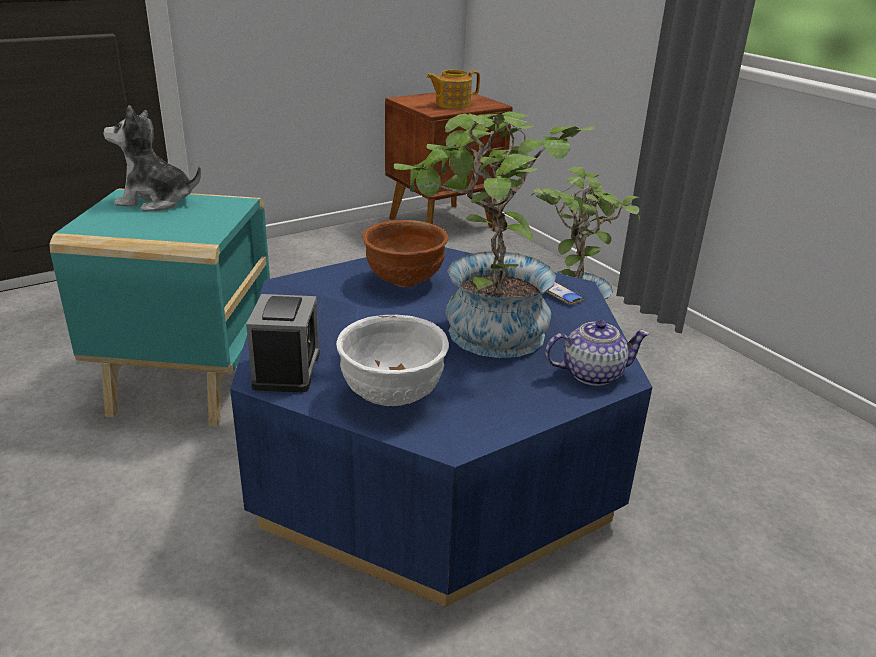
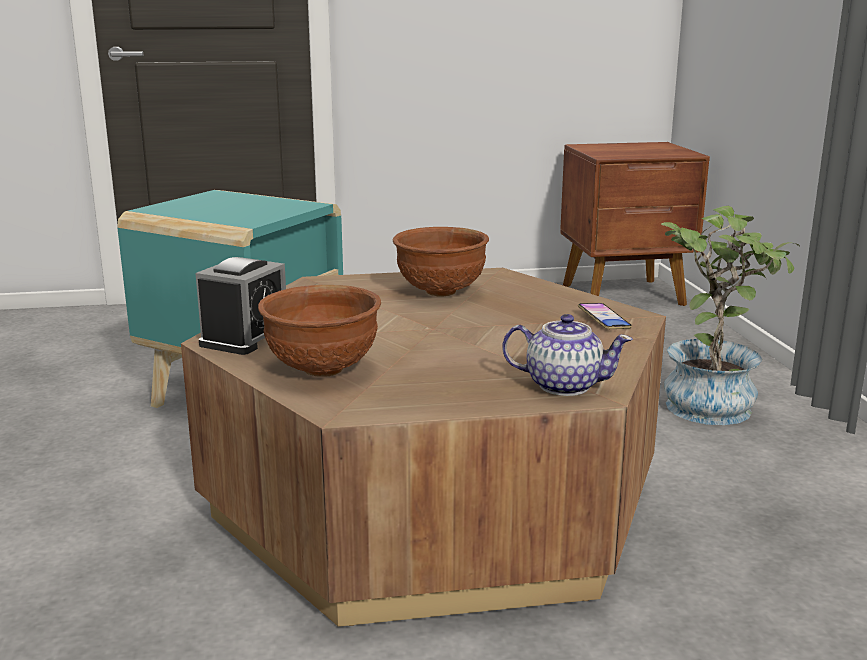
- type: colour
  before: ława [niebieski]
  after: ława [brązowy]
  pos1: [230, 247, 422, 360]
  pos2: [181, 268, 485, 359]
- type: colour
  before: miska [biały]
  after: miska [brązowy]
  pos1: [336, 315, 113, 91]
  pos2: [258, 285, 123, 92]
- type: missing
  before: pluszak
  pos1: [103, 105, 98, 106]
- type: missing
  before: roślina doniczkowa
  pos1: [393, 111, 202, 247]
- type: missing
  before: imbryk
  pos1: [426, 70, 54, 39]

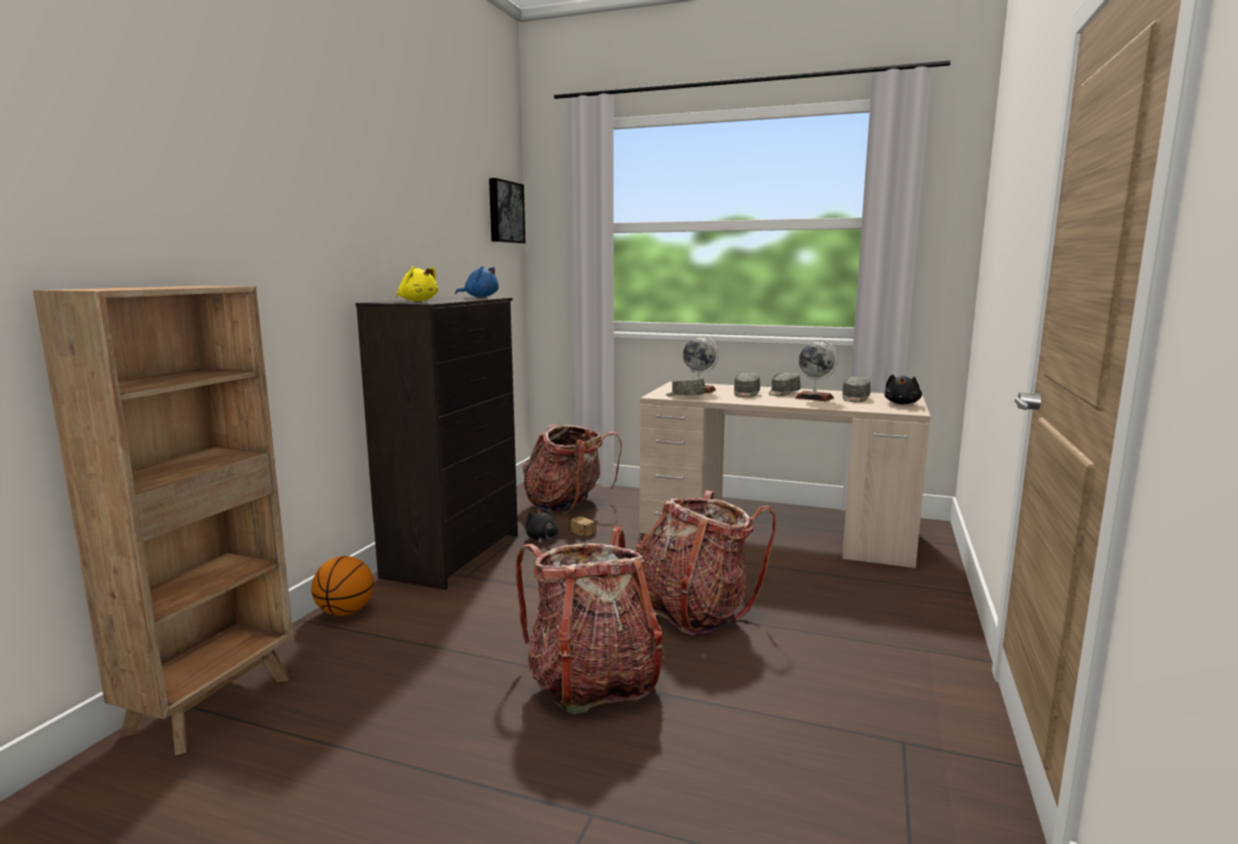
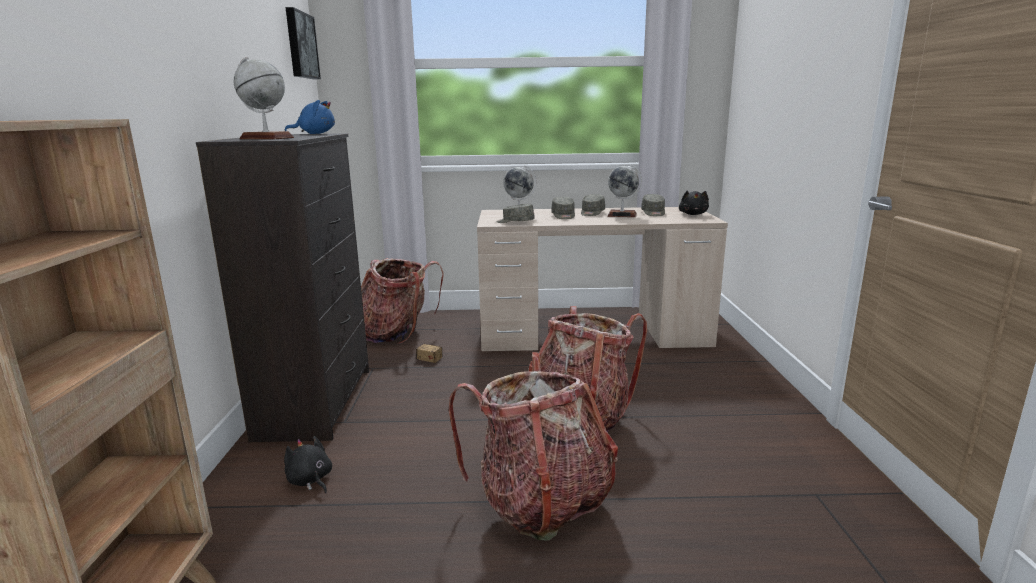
- type: exchanged
  before: pluszak [żółty]
  after: globus
  pos1: [396, 266, 42, 35]
  pos2: [234, 57, 60, 82]
- type: relocated
  before: pluszak [czarny]
  pos1: [526, 508, 33, 37]
  pos2: [284, 436, 48, 57]
- type: missing
  before: piłka do koszykówki
  pos1: [311, 556, 63, 60]

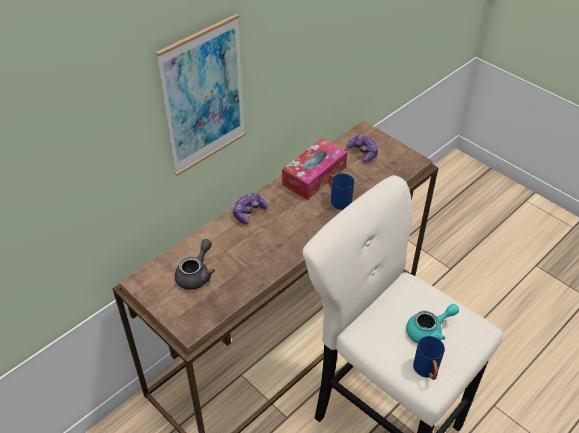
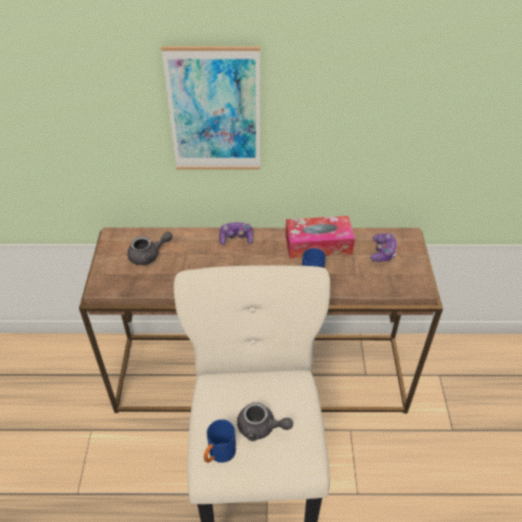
- type: colour
  before: imbryk [turkusowy]
  after: imbryk [szary]
  pos1: [406, 304, 53, 40]
  pos2: [237, 402, 56, 39]

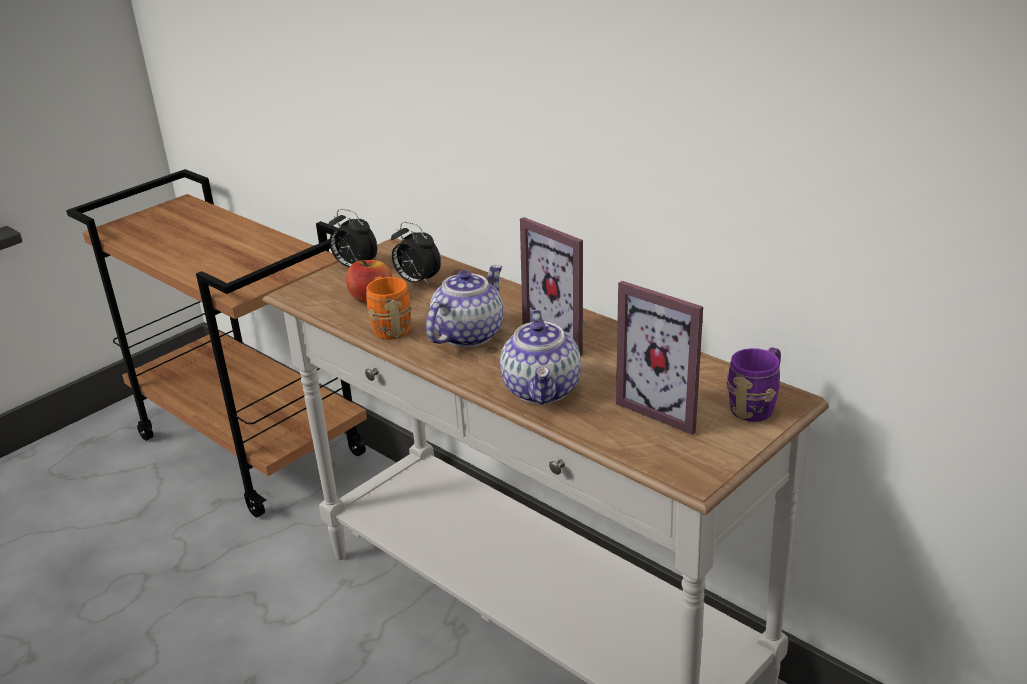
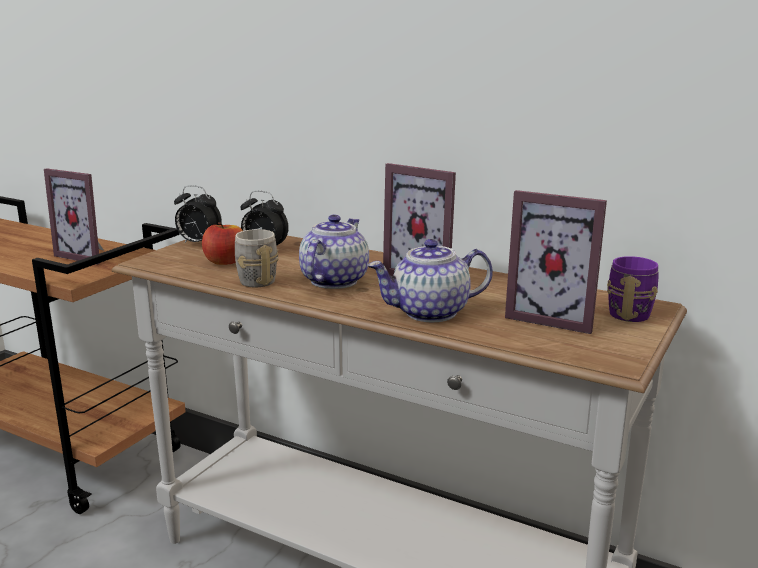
- type: appeared
  after: ramka na zdjęcie
  pos2: [44, 168, 60, 97]
- type: colour
  before: kubek [pomarańczowy]
  after: kubek [szary]
  pos1: [366, 276, 46, 63]
  pos2: [235, 229, 43, 59]
- type: spun
  before: imbryk
  pos1: [500, 310, 81, 95]
  pos2: [368, 239, 125, 83]
  turn: 90

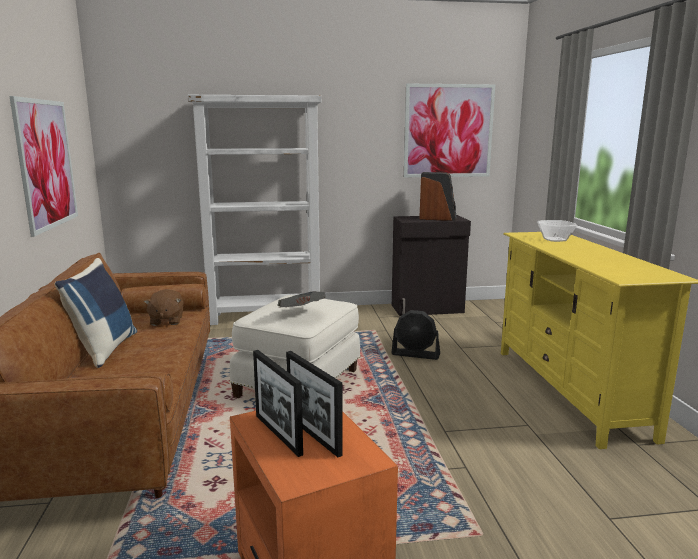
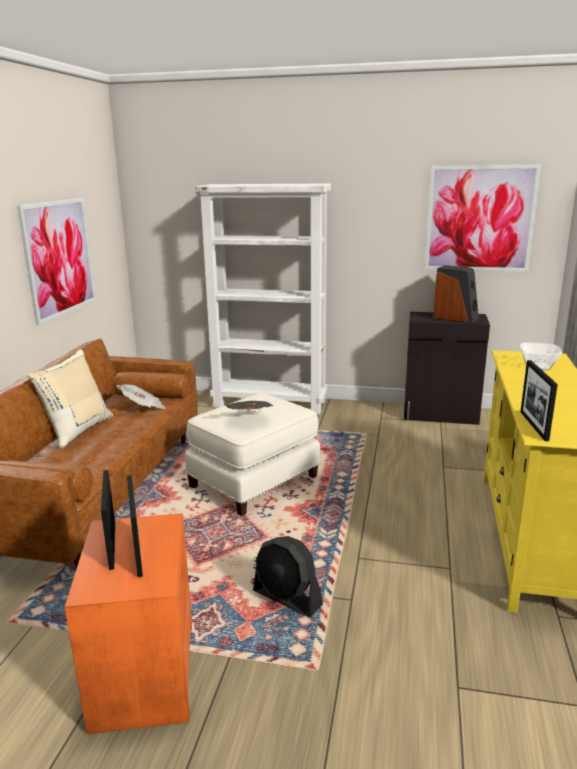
- type: colour
  before: poduszka [niebieski]
  after: poduszka [beżowy]
  pos1: [55, 258, 82, 110]
  pos2: [28, 349, 85, 100]
- type: exchanged
  before: pluszak [brązowy]
  after: gazeta
  pos1: [144, 289, 39, 37]
  pos2: [117, 384, 49, 25]
- type: relocated
  before: wentylator [czarny]
  pos1: [391, 310, 49, 50]
  pos2: [253, 536, 70, 82]
- type: appeared
  after: ramka na zdjęcie
  pos2: [520, 360, 38, 81]

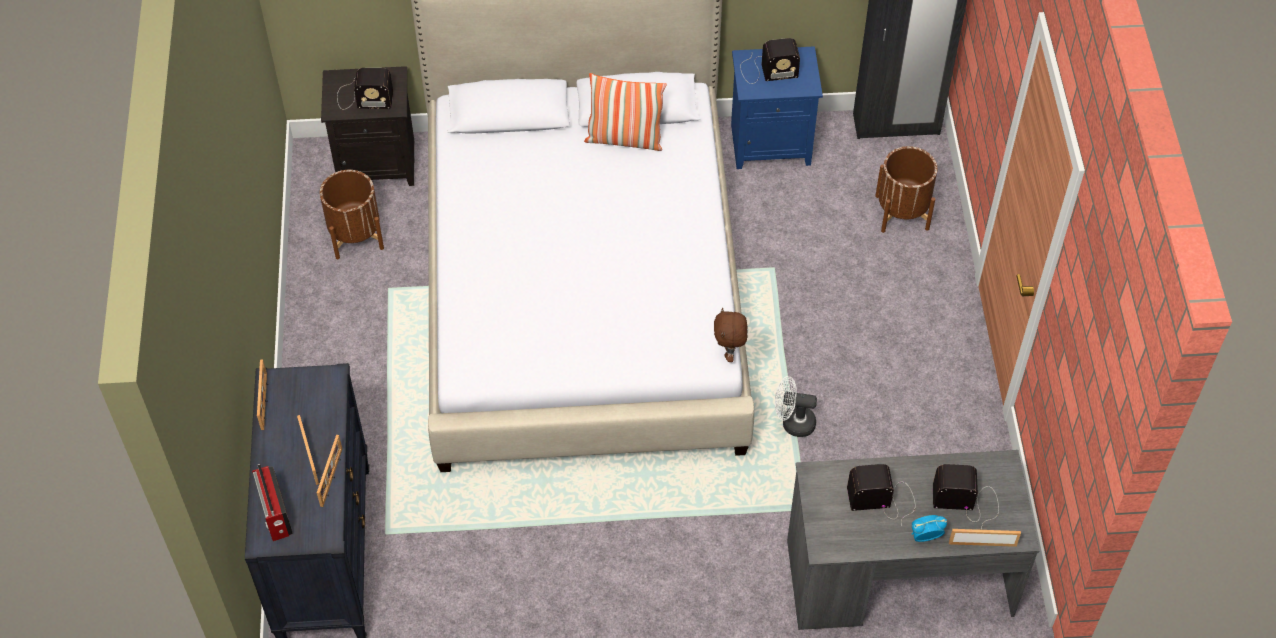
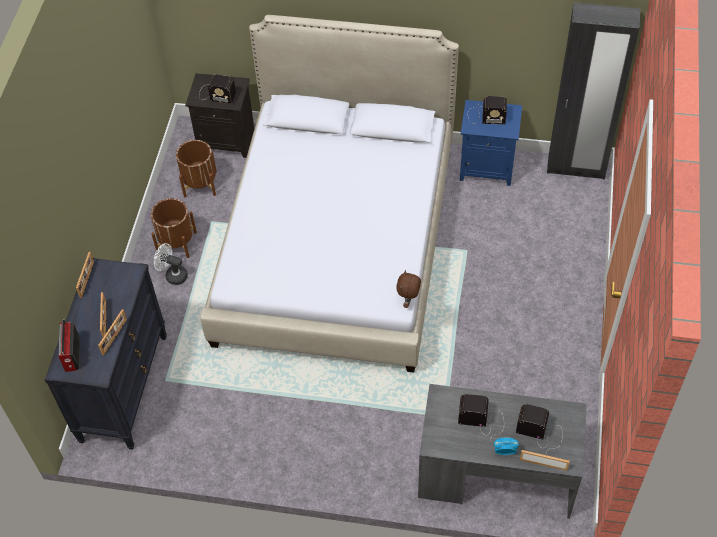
- type: relocated
  before: donica [brązowy]
  pos1: [875, 146, 62, 87]
  pos2: [151, 198, 46, 60]
- type: relocated
  before: wentylator [biały]
  pos1: [775, 376, 42, 61]
  pos2: [154, 243, 34, 42]
- type: missing
  before: poduszka
  pos1: [584, 73, 83, 78]

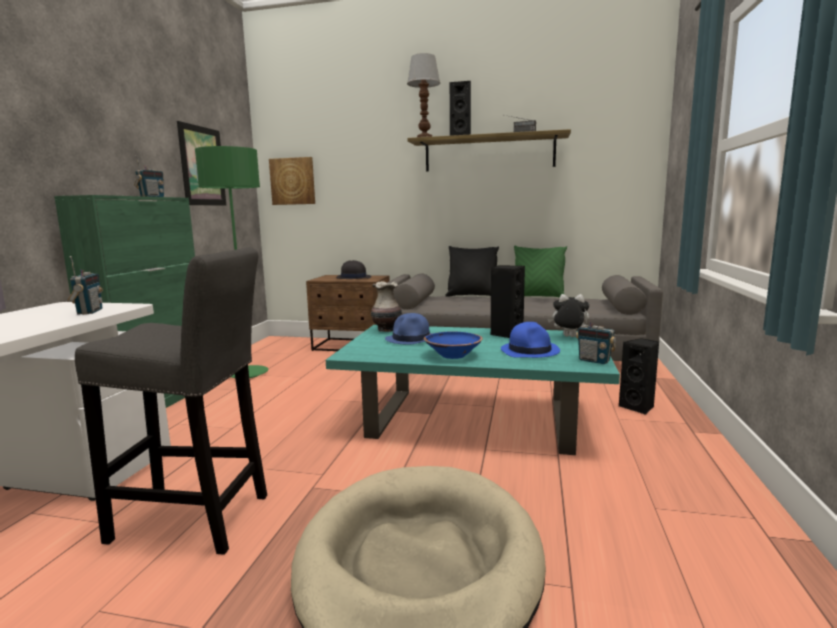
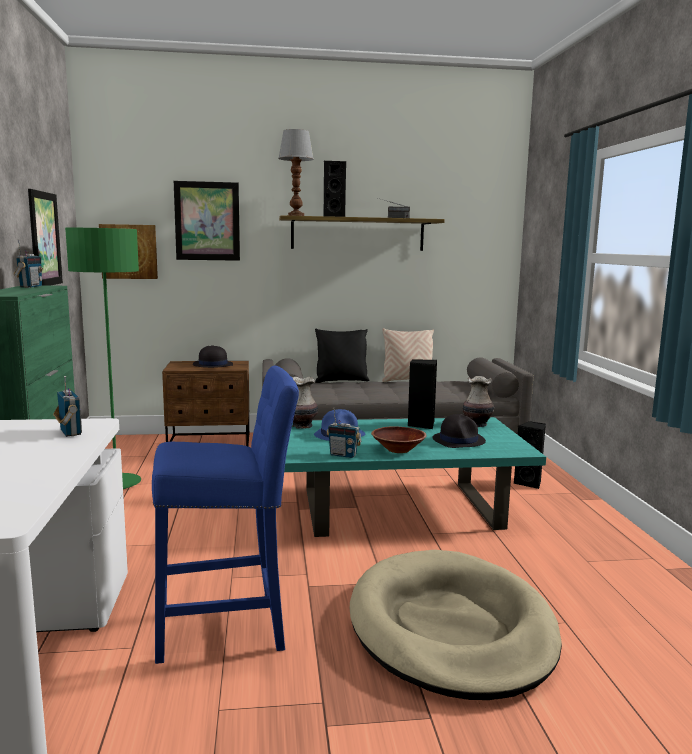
- type: colour
  before: stołek [szary]
  after: stołek [niebieski]
  pos1: [75, 247, 192, 308]
  pos2: [152, 365, 147, 299]
- type: appeared
  after: obraz
  pos2: [174, 181, 66, 80]
- type: relocated
  before: radio
  pos1: [576, 308, 40, 56]
  pos2: [326, 408, 35, 50]
- type: colour
  before: miska [niebieski]
  after: miska [brązowy]
  pos1: [424, 331, 59, 28]
  pos2: [371, 427, 56, 26]
- type: colour
  before: poduszka [zielony]
  after: poduszka [beżowy]
  pos1: [514, 246, 53, 51]
  pos2: [382, 328, 52, 54]
- type: colour
  before: kapelusz [niebieski]
  after: kapelusz [czarny]
  pos1: [501, 322, 59, 36]
  pos2: [432, 414, 54, 34]
- type: exchanged
  before: pluszak
  after: wazon
  pos1: [548, 294, 41, 43]
  pos2: [463, 376, 31, 51]

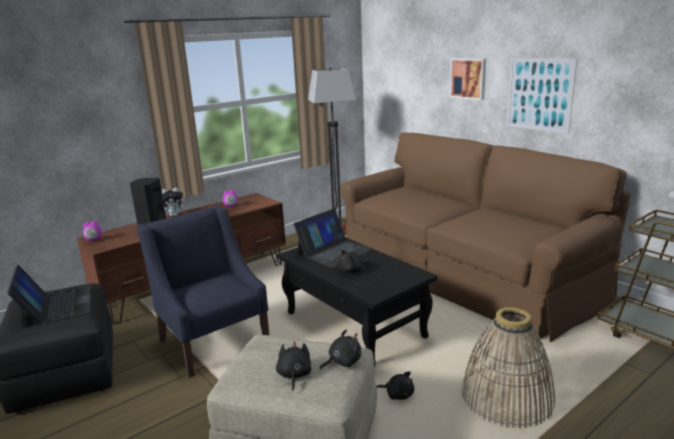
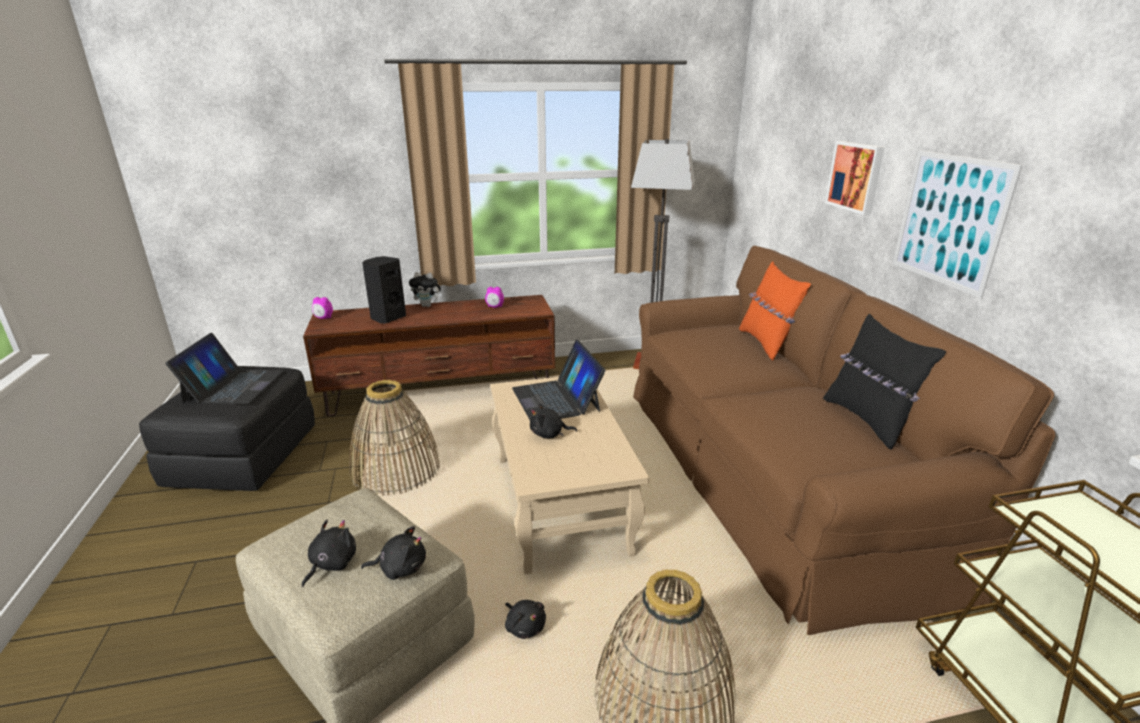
- type: exchanged
  before: fotel [niebieski]
  after: koszyk
  pos1: [137, 206, 132, 172]
  pos2: [349, 380, 91, 116]
- type: colour
  before: ława [czarny]
  after: ława [beżowy]
  pos1: [277, 238, 161, 127]
  pos2: [491, 377, 158, 197]
- type: spun
  before: laptop
  pos1: [293, 208, 79, 60]
  pos2: [512, 340, 94, 80]
  turn: 90
- type: appeared
  after: poduszka [pomarańczowy]
  pos2: [739, 261, 72, 99]
- type: appeared
  after: poduszka [czarny]
  pos2: [823, 314, 123, 135]

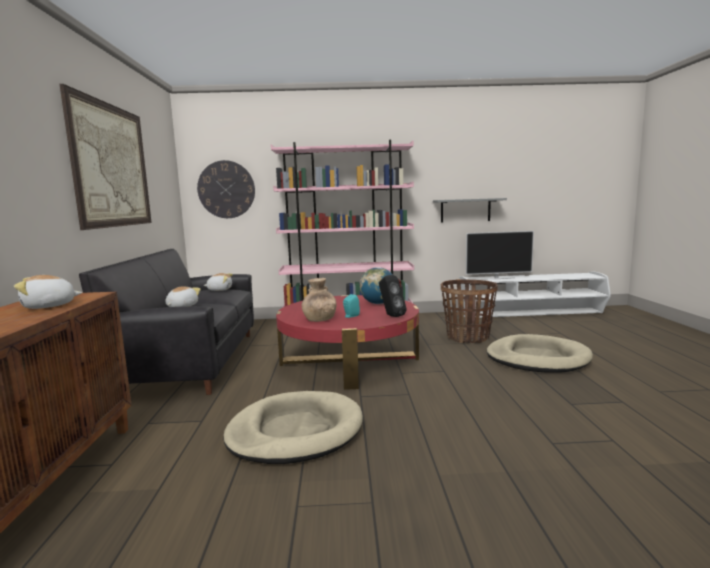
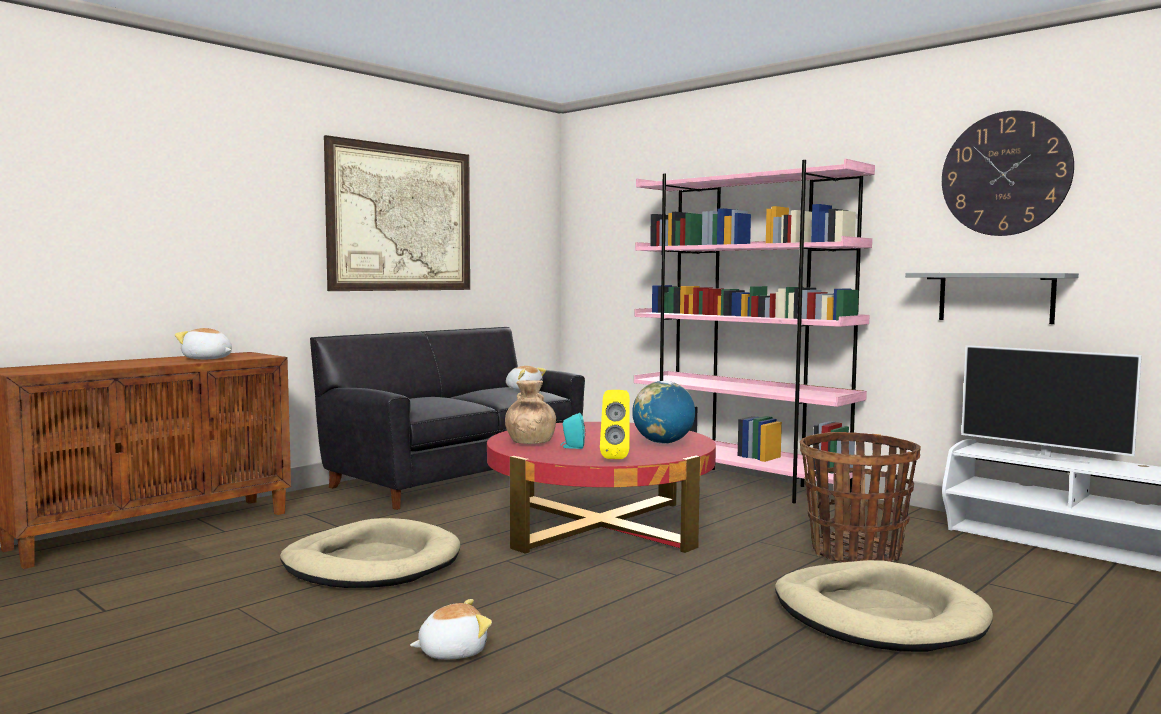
- type: relocated
  before: pluszak
  pos1: [165, 286, 36, 21]
  pos2: [410, 599, 82, 60]
- type: colour
  before: głośnik [czarny]
  after: głośnik [żółty]
  pos1: [379, 275, 28, 42]
  pos2: [600, 390, 30, 69]
- type: relocated
  before: zegar ścienny
  pos1: [197, 160, 58, 58]
  pos2: [942, 110, 132, 126]

